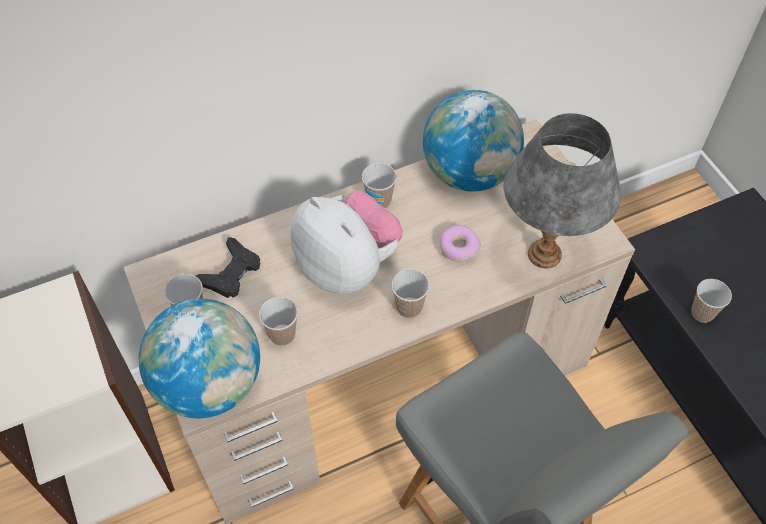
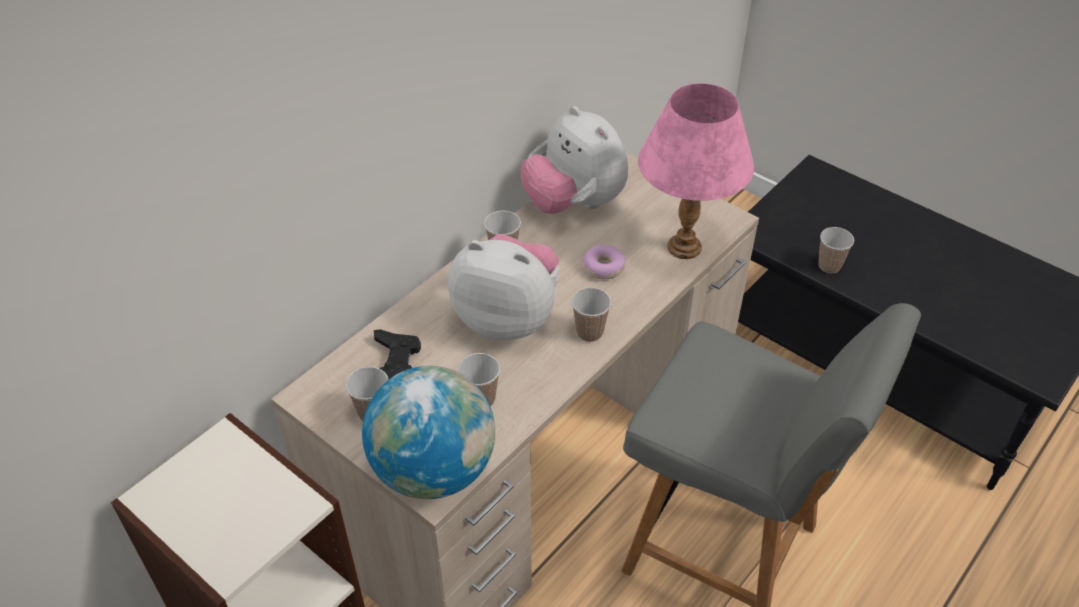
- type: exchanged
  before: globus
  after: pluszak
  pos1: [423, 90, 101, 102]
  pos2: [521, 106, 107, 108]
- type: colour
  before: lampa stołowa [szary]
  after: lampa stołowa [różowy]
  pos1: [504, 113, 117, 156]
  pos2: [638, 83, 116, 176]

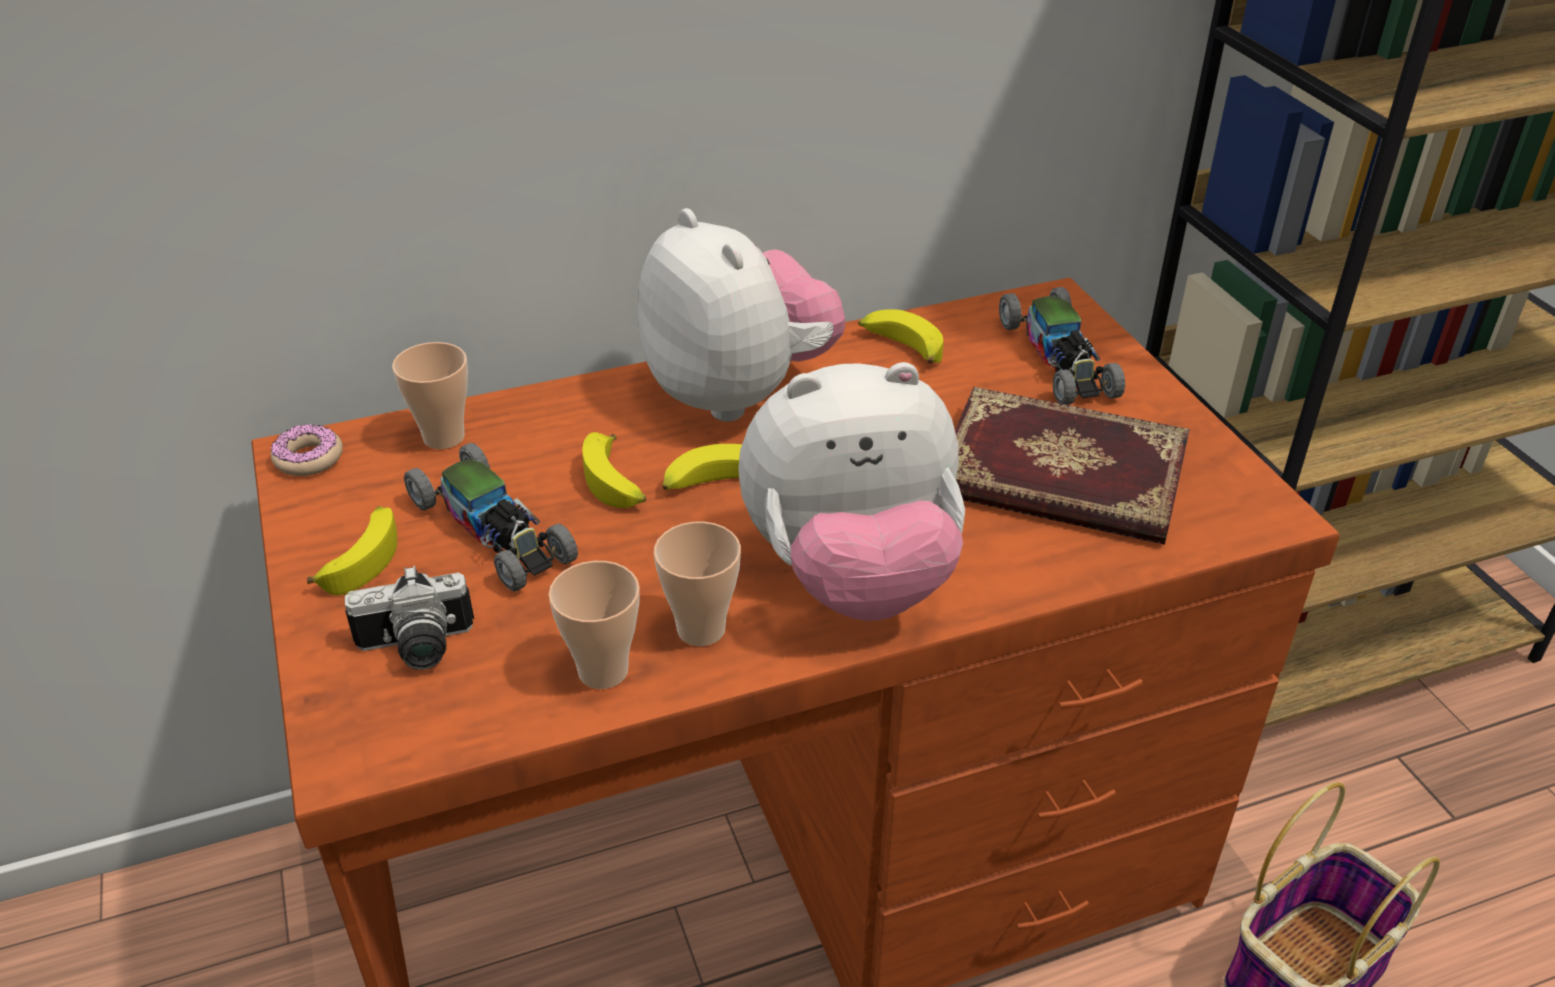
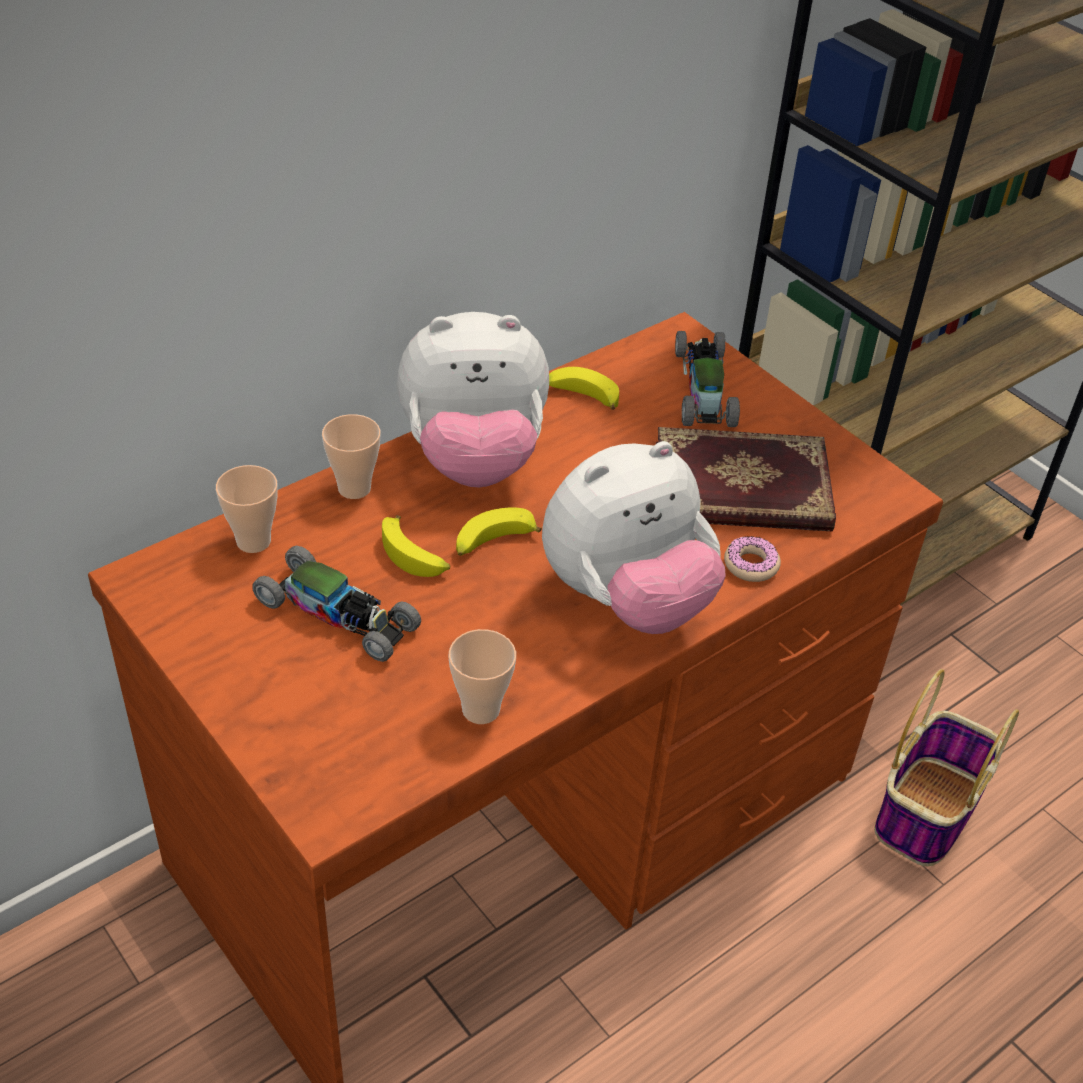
- type: relocated
  before: filiżanka
  pos1: [654, 522, 87, 124]
  pos2: [322, 414, 59, 85]
- type: spun
  before: pluszak
  pos1: [638, 208, 207, 214]
  pos2: [397, 312, 152, 175]
  turn: 135
- type: spun
  before: samochodzik
  pos1: [999, 287, 126, 118]
  pos2: [675, 331, 65, 96]
  turn: -150
- type: relocated
  before: donut
  pos1: [271, 424, 72, 52]
  pos2: [724, 536, 57, 46]
- type: missing
  before: banan
  pos1: [307, 506, 90, 89]
- type: missing
  before: aparat fotograficzny
  pos1: [345, 565, 129, 105]

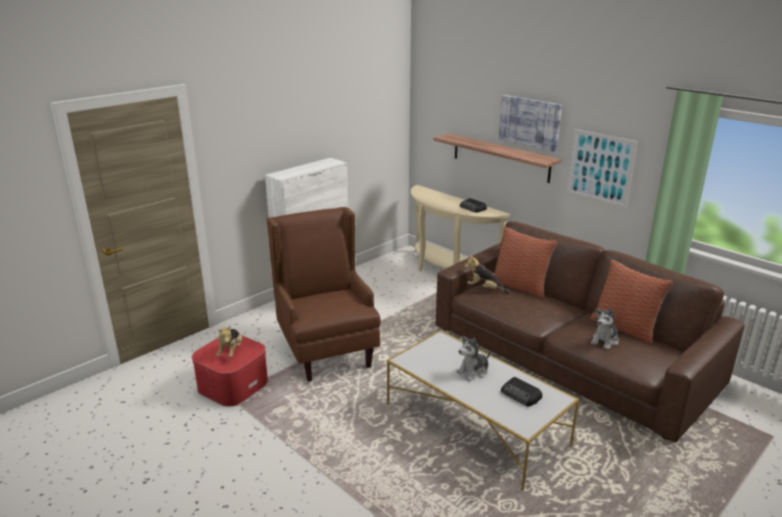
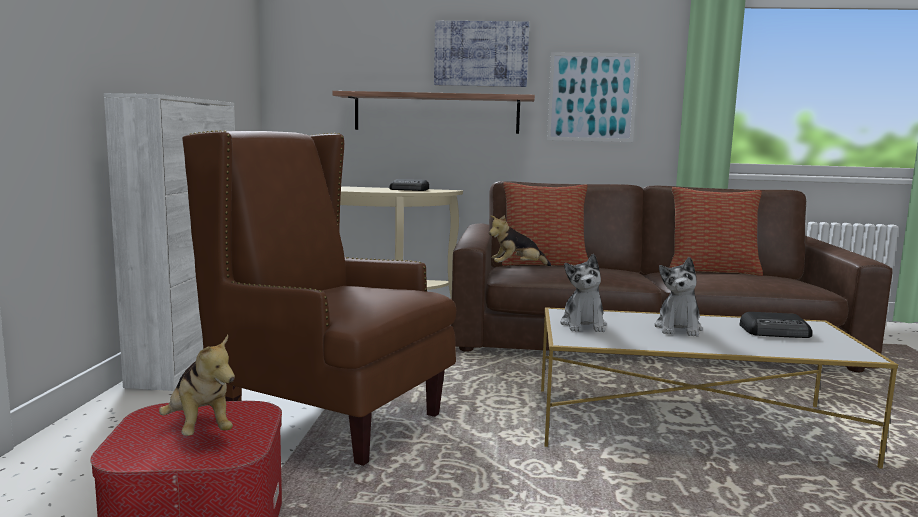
- type: relocated
  before: pluszak
  pos1: [591, 308, 28, 42]
  pos2: [560, 254, 47, 78]

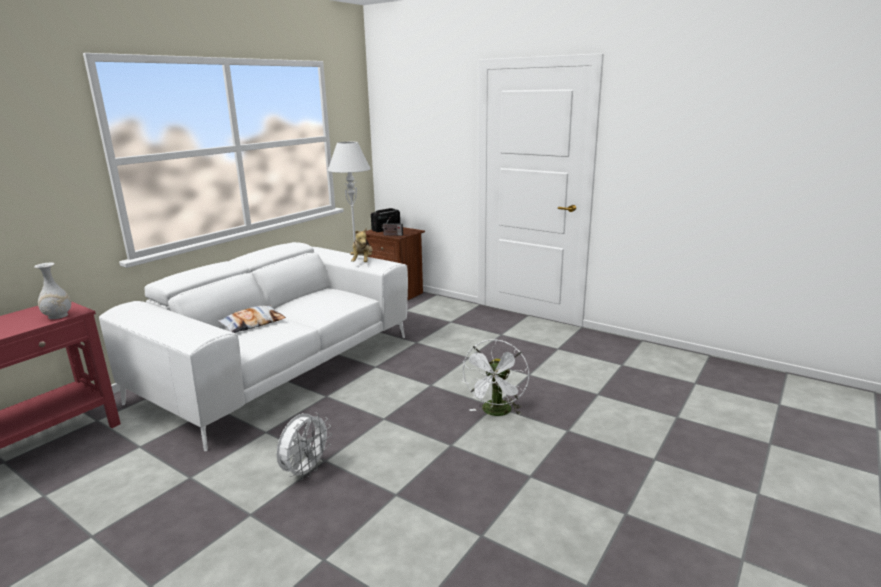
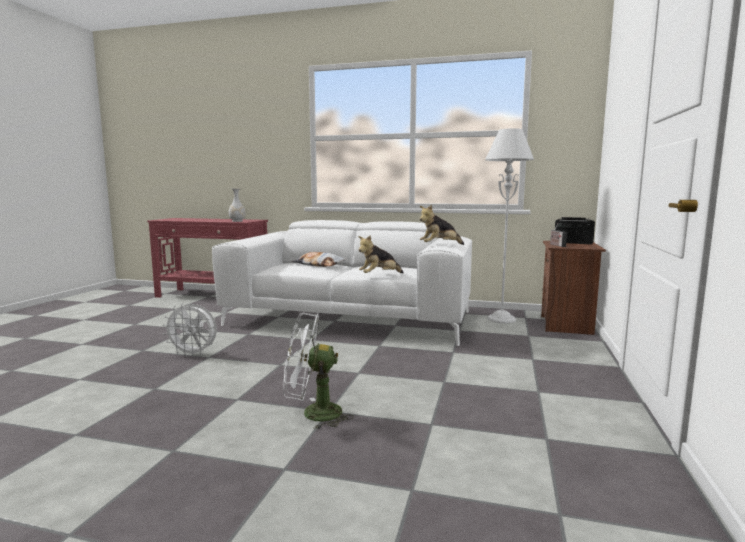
- type: appeared
  after: pluszak
  pos2: [358, 235, 46, 38]

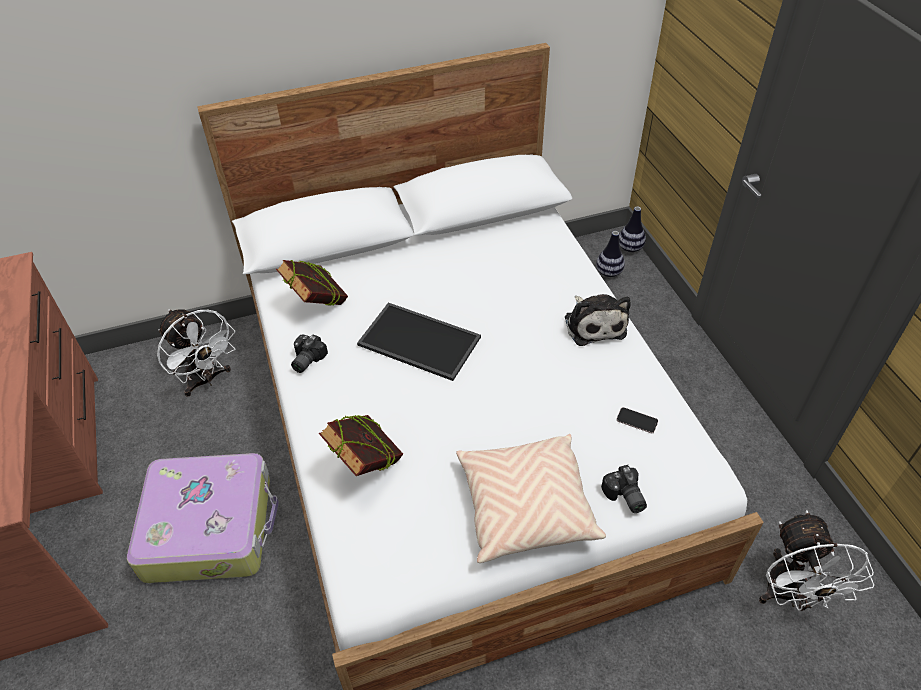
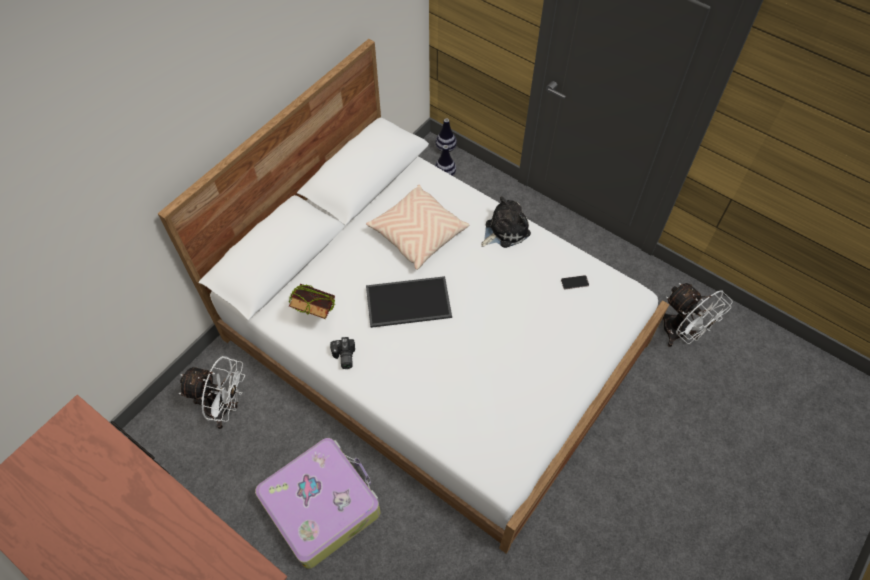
- type: relocated
  before: poduszka [beżowy]
  pos1: [456, 434, 150, 129]
  pos2: [366, 185, 103, 85]
- type: spun
  before: pluszak
  pos1: [565, 294, 65, 52]
  pos2: [481, 196, 50, 52]
  turn: -75
- type: missing
  before: książka
  pos1: [319, 415, 84, 61]
- type: missing
  before: aparat fotograficzny
  pos1: [601, 465, 46, 48]

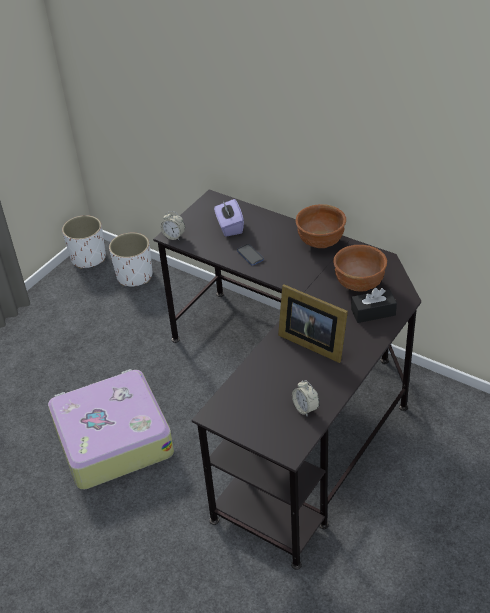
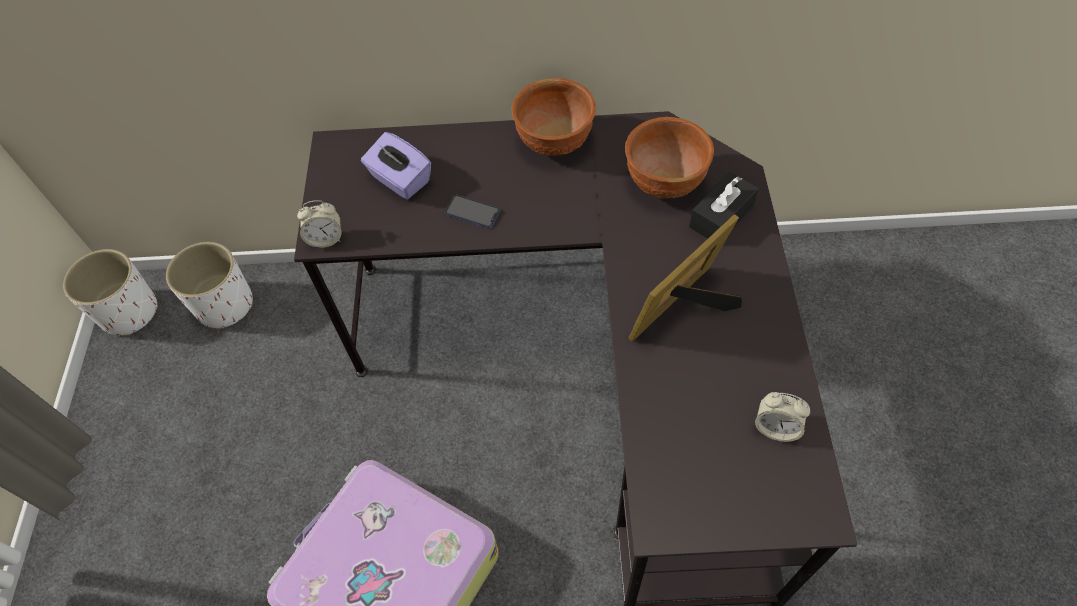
- type: spun
  before: ramka na zdjęcie
  pos1: [278, 284, 70, 79]
  pos2: [629, 215, 113, 127]
  turn: 135

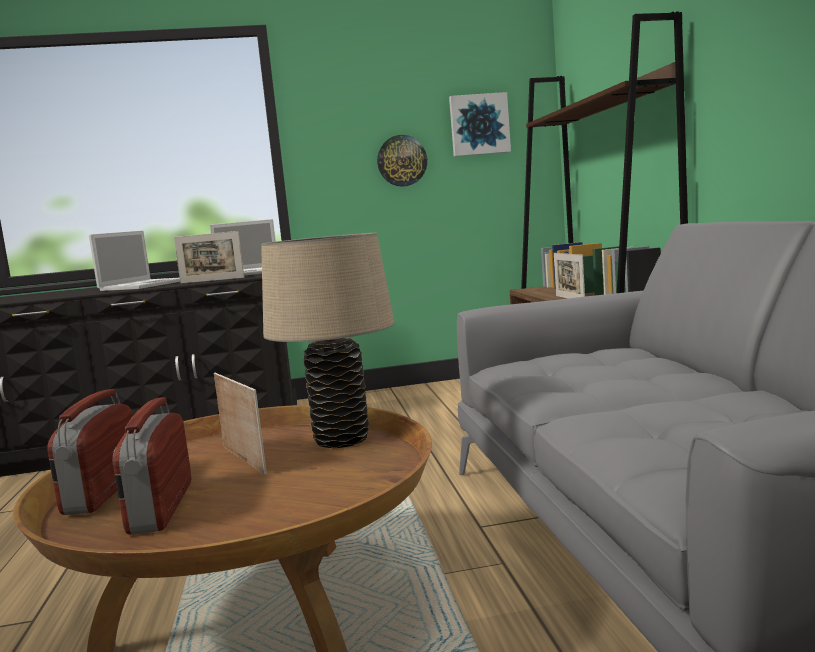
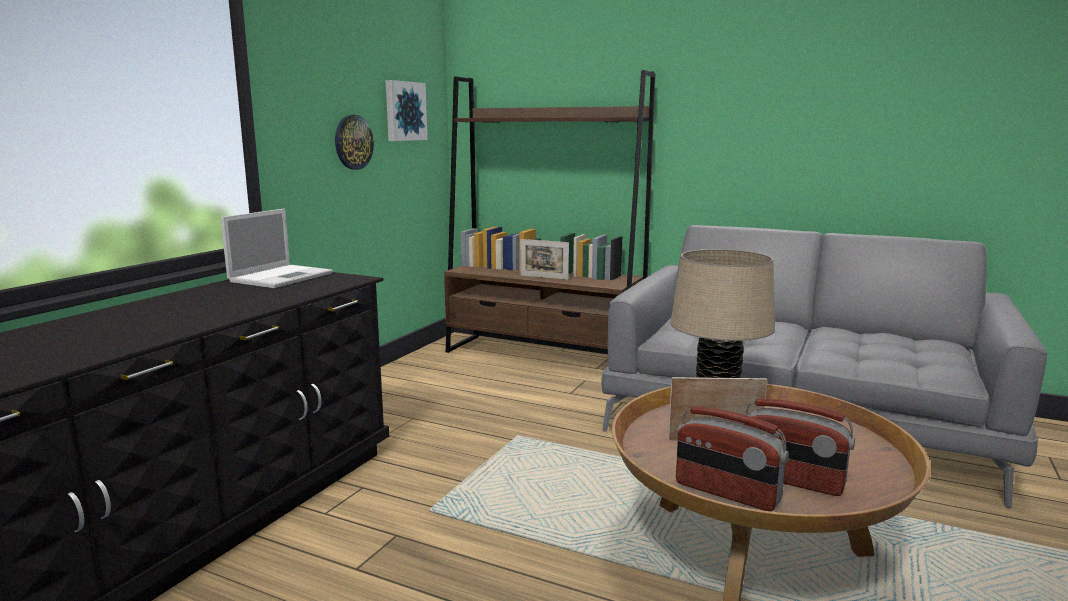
- type: missing
  before: laptop
  pos1: [89, 231, 91, 60]
- type: missing
  before: ramka na zdjęcie
  pos1: [174, 231, 70, 52]

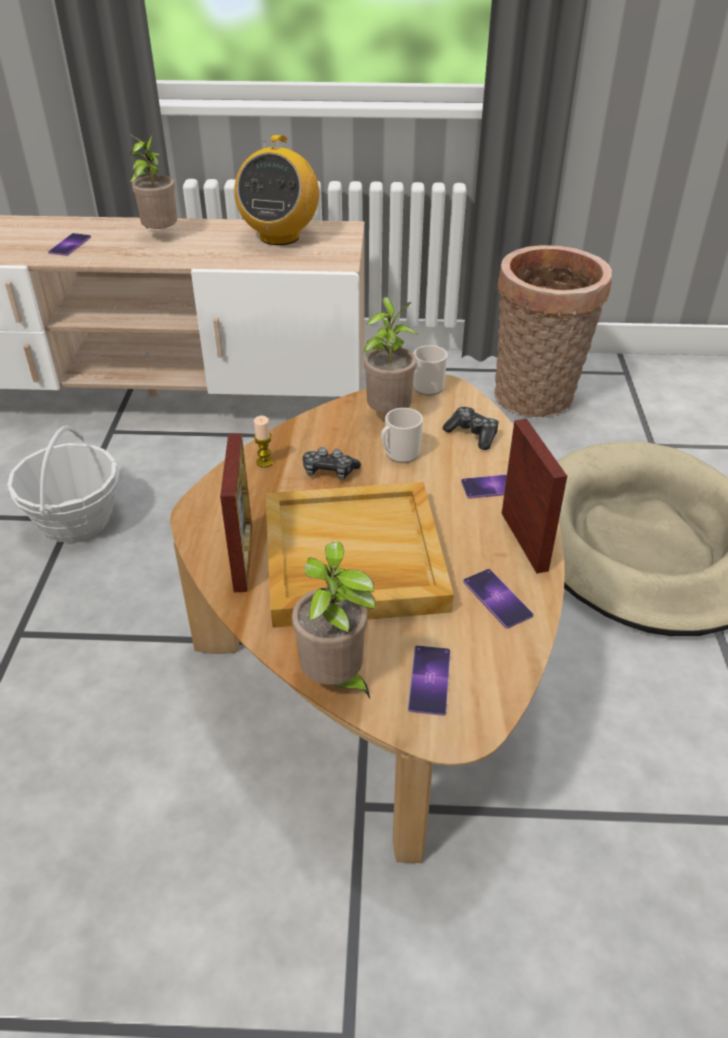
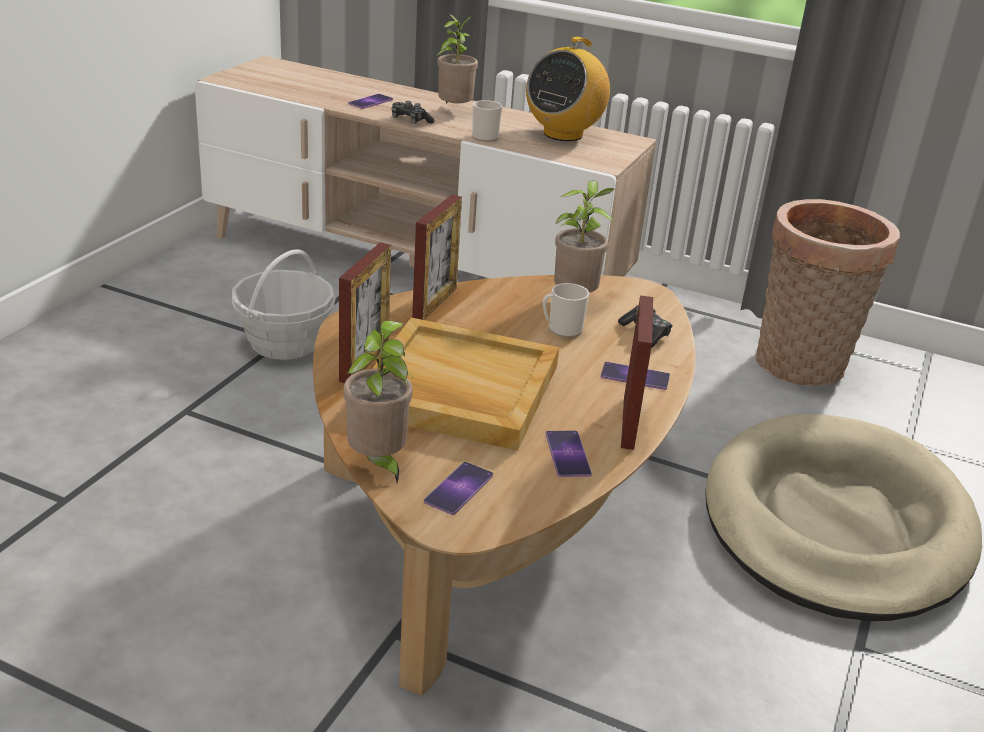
- type: relocated
  before: pad do gier
  pos1: [303, 447, 58, 33]
  pos2: [391, 101, 43, 23]
- type: exchanged
  before: świeca
  after: ramka na zdjęcie
  pos1: [254, 416, 20, 52]
  pos2: [412, 195, 50, 125]
- type: relocated
  before: kubek
  pos1: [413, 345, 35, 51]
  pos2: [472, 100, 30, 42]

